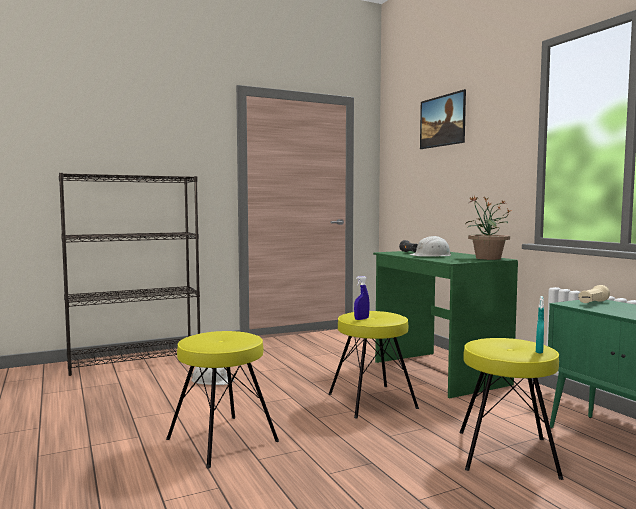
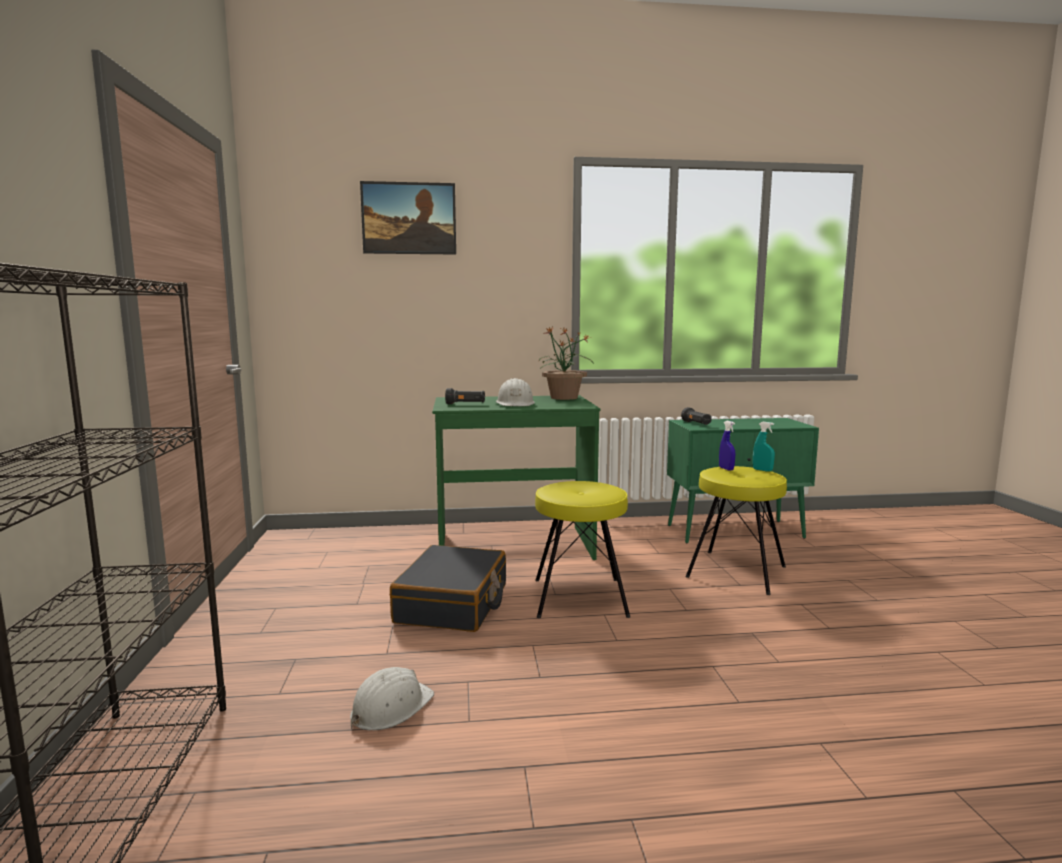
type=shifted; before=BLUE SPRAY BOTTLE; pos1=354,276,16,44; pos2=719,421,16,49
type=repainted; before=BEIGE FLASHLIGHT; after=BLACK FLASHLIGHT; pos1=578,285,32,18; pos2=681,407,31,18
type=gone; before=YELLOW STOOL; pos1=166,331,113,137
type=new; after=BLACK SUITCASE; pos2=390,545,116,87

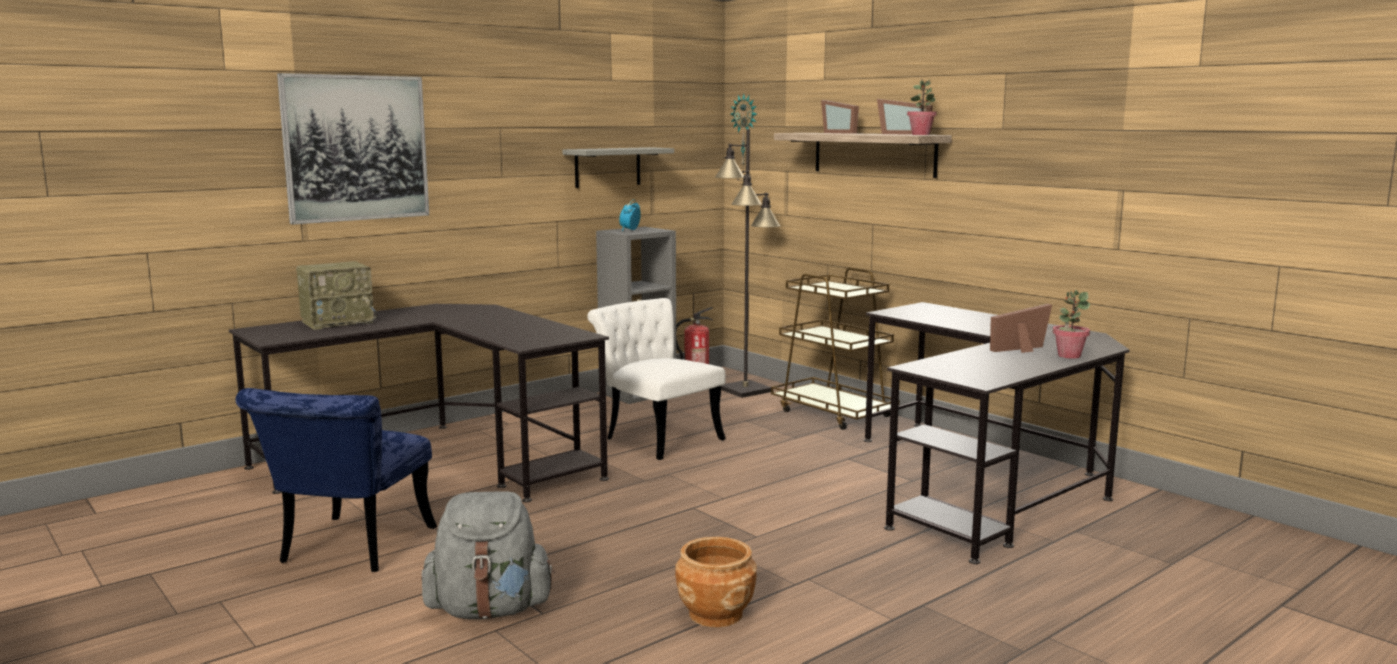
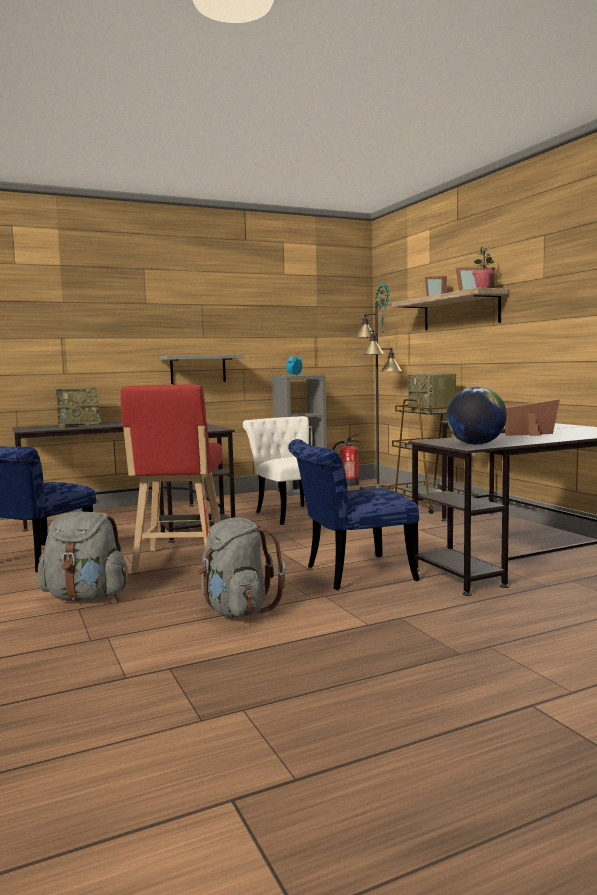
type=gone; before=PICTURE; pos1=277,73,152,152
type=shifted; before=GREY SHELF; pos1=562,147,112,41; pos2=160,355,84,29
type=gone; before=POTTED PLANT; pos1=1053,290,37,69
type=swapped; before=BROWN PLANTER; after=GREY BACKPACK; pos1=676,537,81,90; pos2=196,517,89,101
type=new; after=RADIO; pos2=408,373,48,39
type=new; after=RED STOOL; pos2=120,384,103,190
type=new; after=GLOBE; pos2=447,387,60,58
type=new; after=BLUE CHAIR; pos2=288,439,132,151

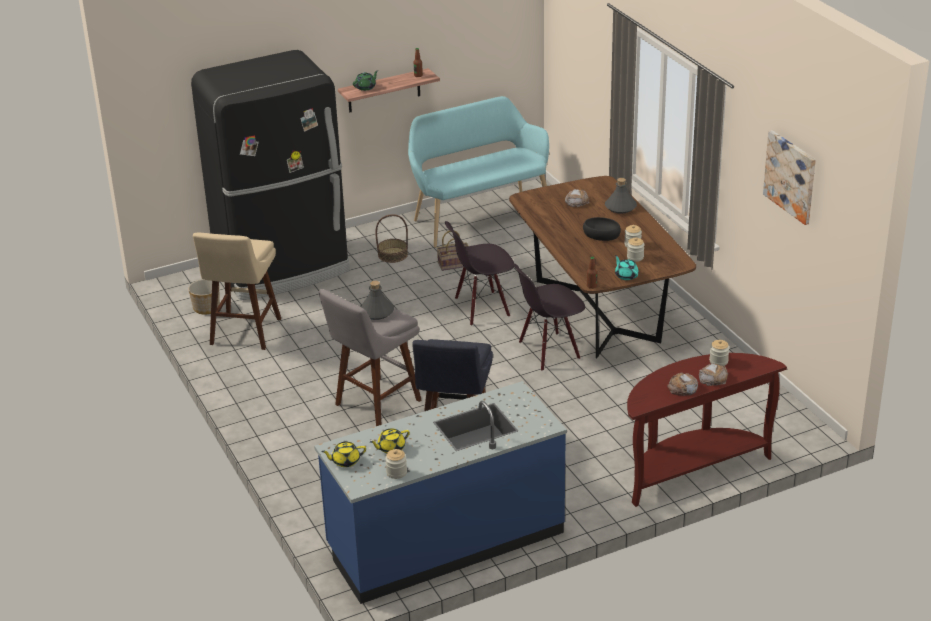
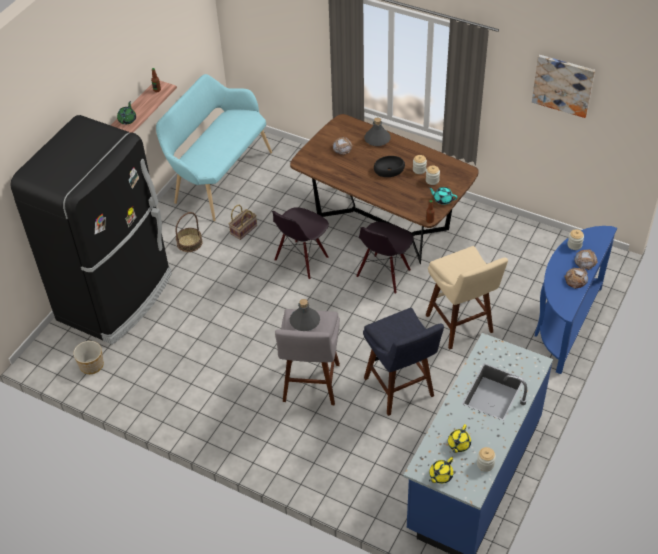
type=shifted; before=BEIGE STOOL; pos1=193,233,88,117; pos2=426,246,82,103
type=repainted; before=BROWN CONSOLE TABLE; after=BLUE CONSOLE TABLE; pos1=627,353,160,154; pos2=535,226,82,148

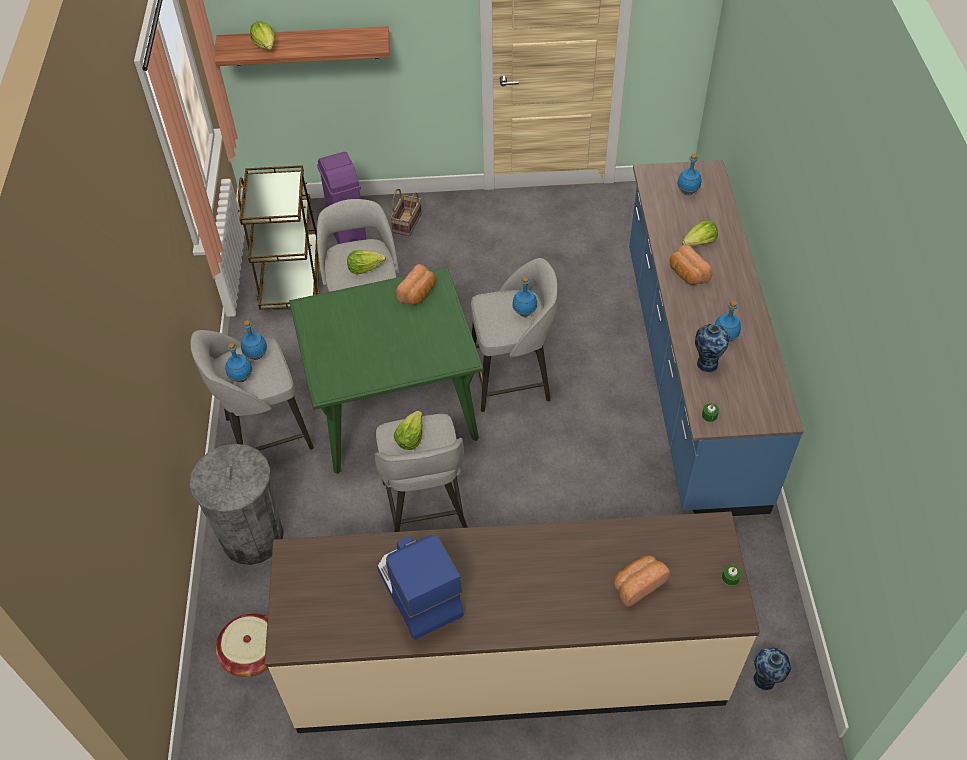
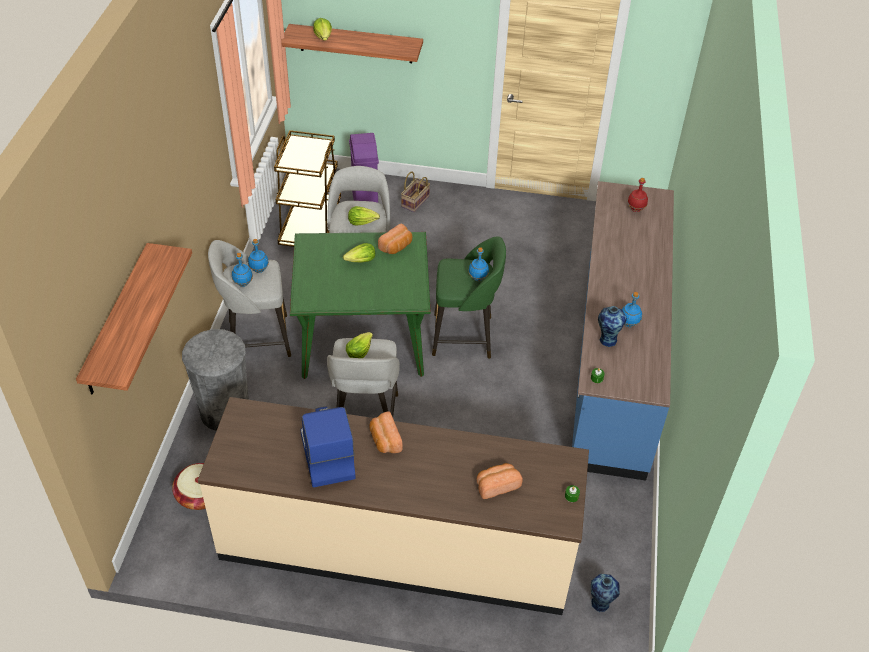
type=repainted; before=BLUE BOTTLE; after=RED BOTTLE; pos1=677,154,25,41; pos2=628,178,20,34
type=shifted; before=LETTUCE; pos1=682,220,36,26; pos2=343,243,32,20
type=shifted; before=BREAD; pos1=670,244,43,41; pos2=370,412,33,41
type=repainted; before=GREY STOOL; after=GREEN STOOL; pos1=471,258,87,154; pos2=432,236,74,123
type=new; after=SHELF; pos2=76,243,116,152

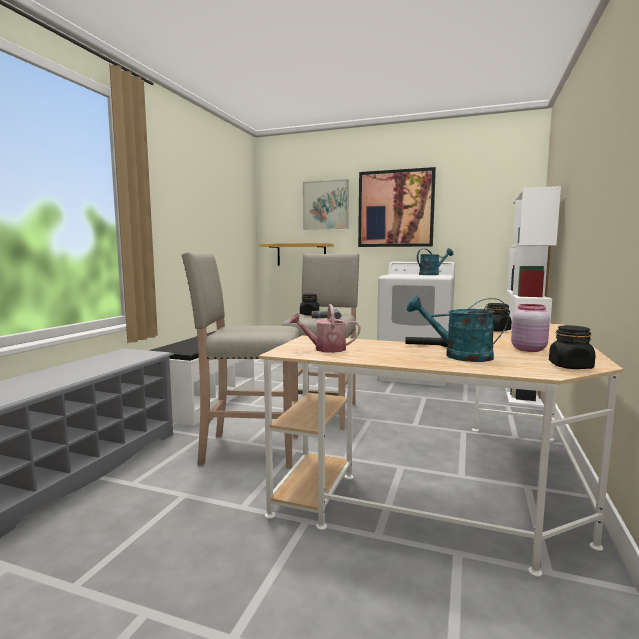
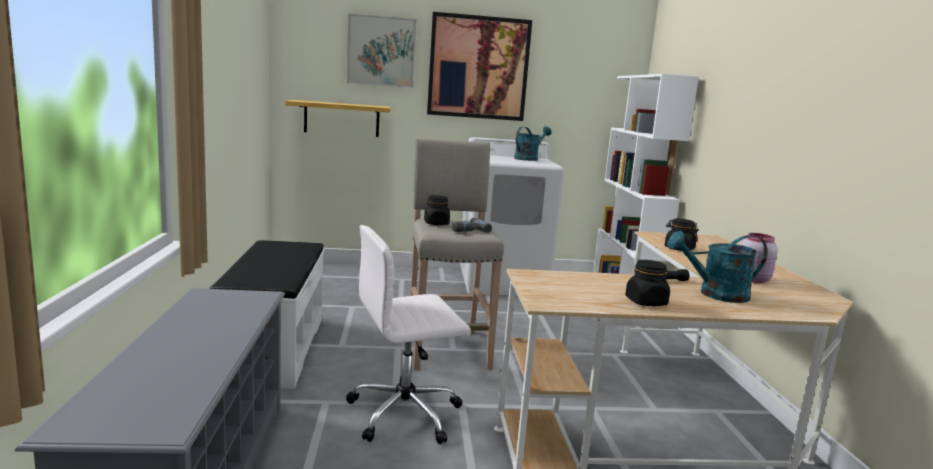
type=swapped; before=BEIGE STOOL; after=WHITE OFFICE CHAIR; pos1=182,252,117,216; pos2=346,225,125,219
type=gone; before=WATERING CAN; pos1=289,304,72,49
type=shifted; before=BLACK JAR; pos1=549,325,46,44; pos2=625,260,45,46

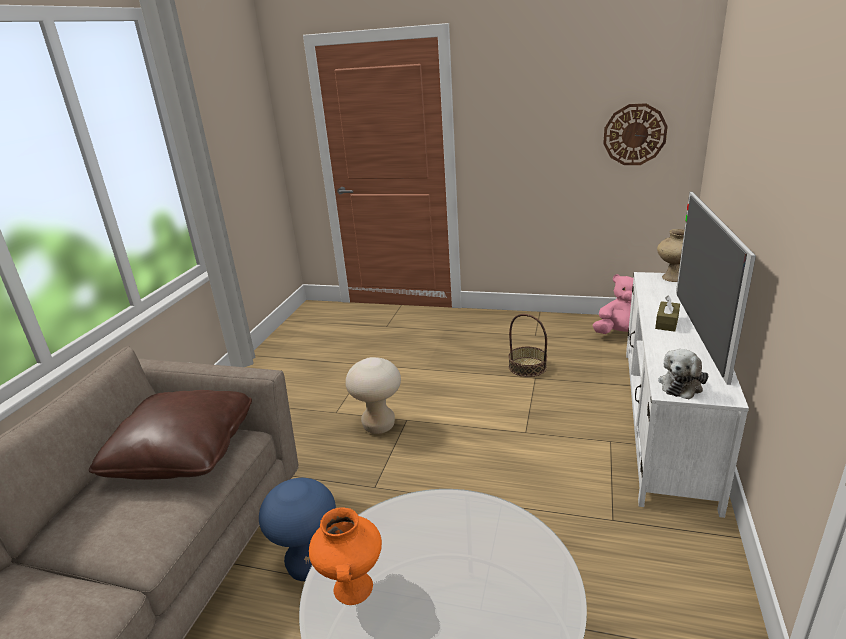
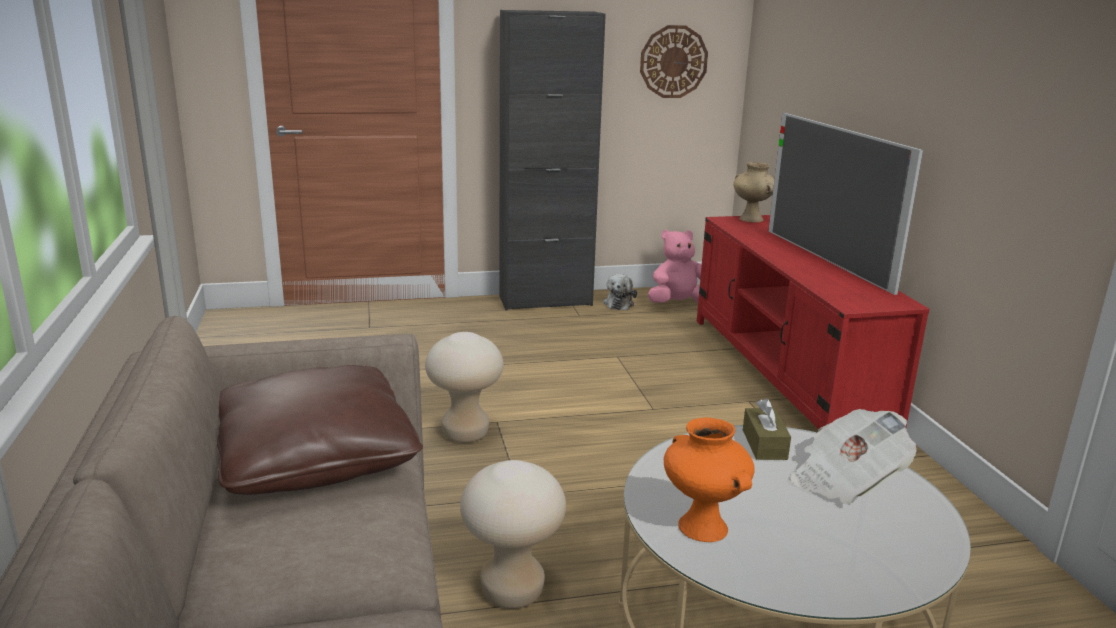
type=repainted; before=WHITE TV STAND; after=RED TV STAND; pos1=626,272,123,246; pos2=697,215,233,215
type=shifted; before=BROWN TISSUE BOX; pos1=655,295,25,37; pos2=743,398,48,62
type=gone; before=BASKET; pos1=509,314,38,63
type=shifted; before=PLUSH TOY; pos1=658,349,50,50; pos2=603,274,34,36
type=repainted; before=BLUE STOOL; after=BEIGE STOOL; pos1=259,478,77,103; pos2=460,460,106,149
type=new; after=BLACK CABINET; pos2=499,10,107,301
type=new; after=NEWSPAPER; pos2=790,409,126,95

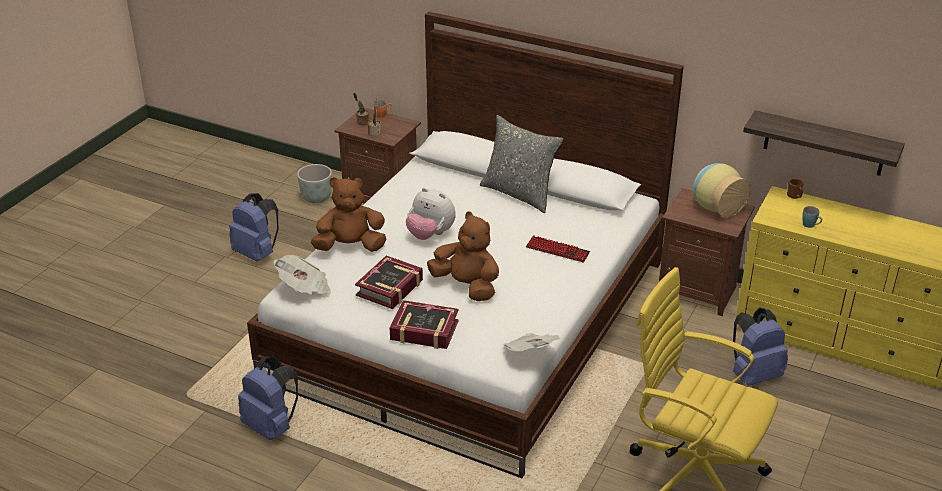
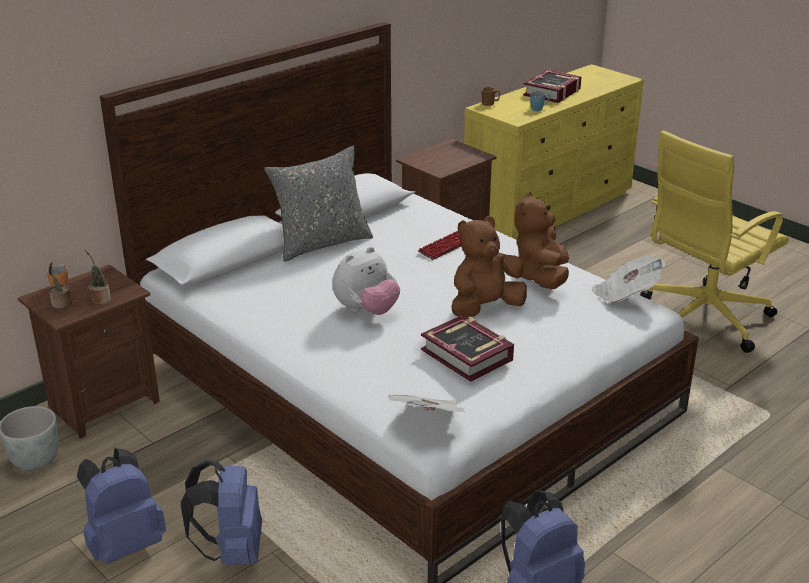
type=gone; before=SHELF; pos1=743,110,162,66
type=gone; before=VASE; pos1=693,163,58,54
type=shifted; before=BROWN PLUSH TOY; pos1=311,177,75,75; pos2=514,191,55,98
type=shifted; before=BOOK; pos1=390,300,69,49; pos2=523,70,59,33
type=shifted; before=BLUE BACKPACK; pos1=733,307,55,79; pos2=181,460,81,105

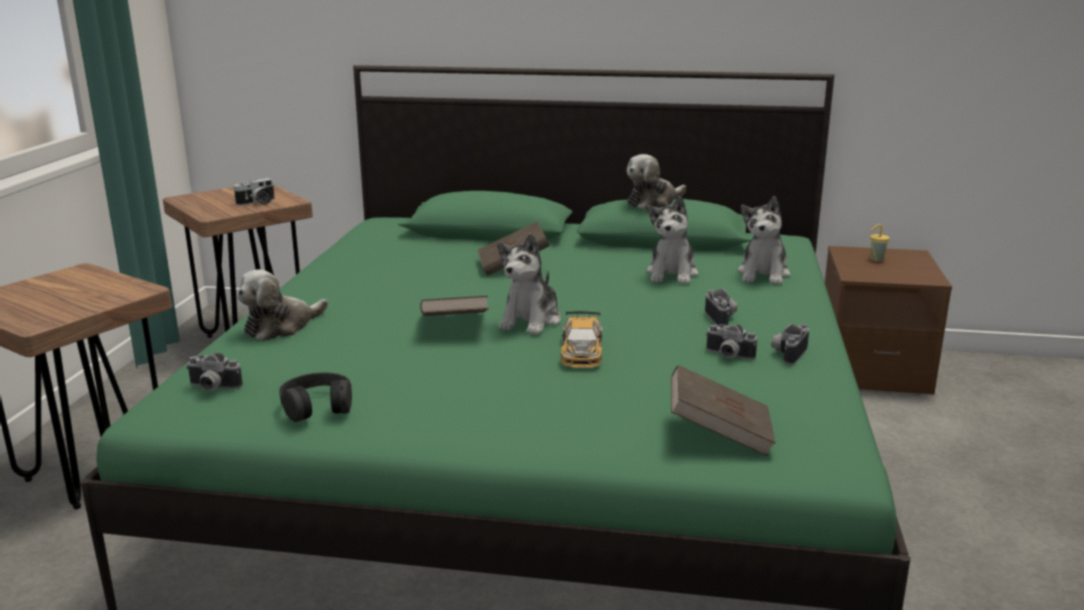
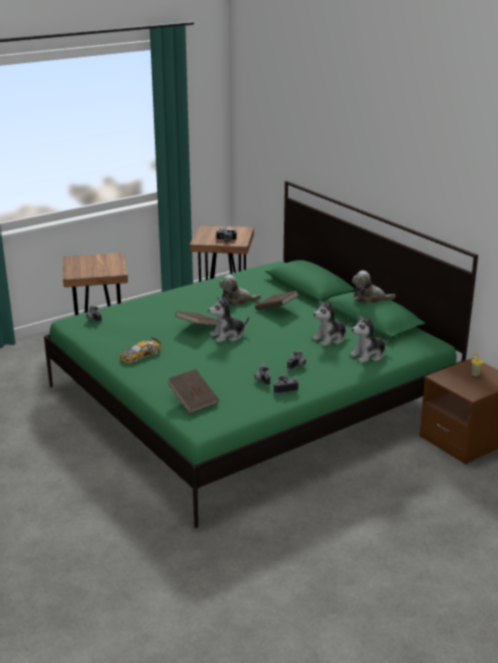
type=shifted; before=PLUSH TOY; pos1=237,269,91,72; pos2=219,275,42,31
type=shifted; before=TOY CAR; pos1=561,311,42,57; pos2=120,337,42,26
type=gone; before=BLACK HEADPHONES; pos1=279,372,73,50

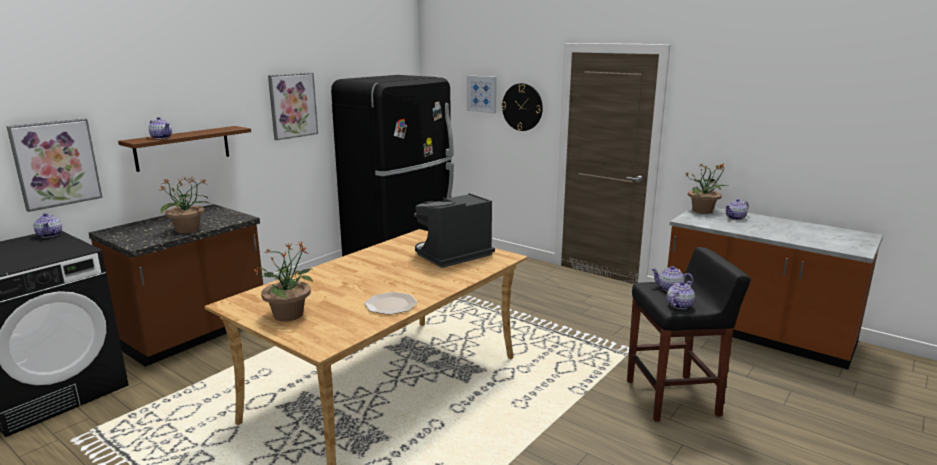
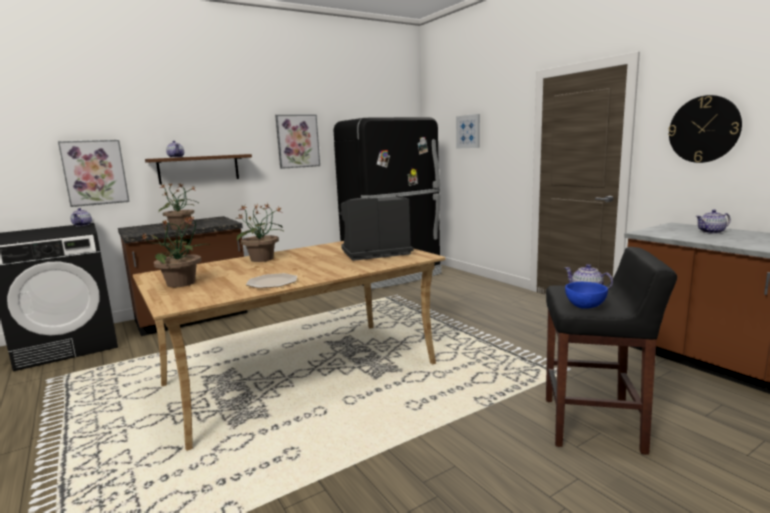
type=shifted; before=WALL CLOCK; pos1=502,83,41,48; pos2=668,95,74,68
type=shifted; before=POTTED PLANT; pos1=686,164,44,50; pos2=237,203,47,59
type=swapped; before=TEAPOT; after=BLUE BOWL; pos1=667,281,28,28; pos2=565,282,43,27

